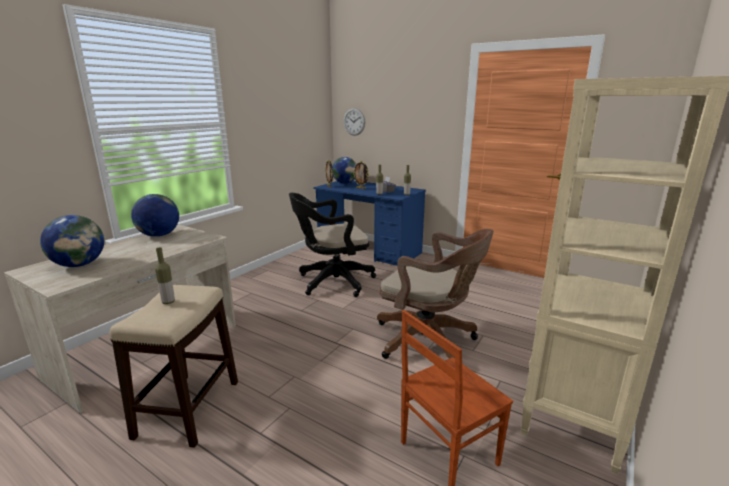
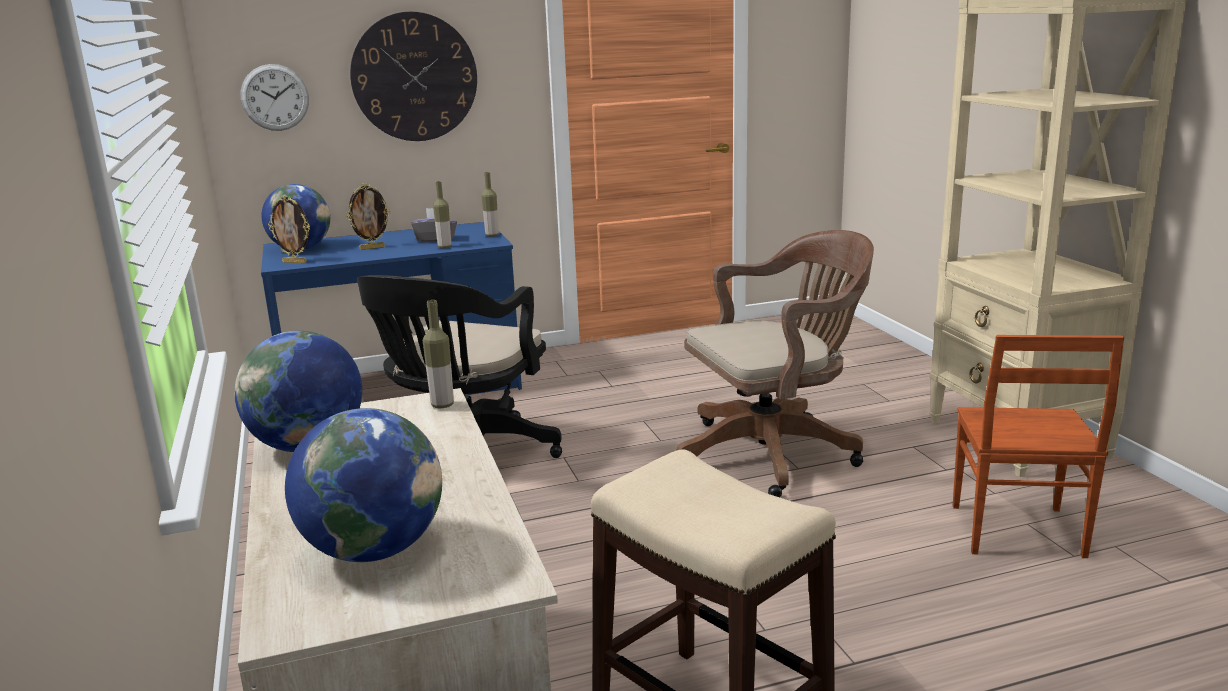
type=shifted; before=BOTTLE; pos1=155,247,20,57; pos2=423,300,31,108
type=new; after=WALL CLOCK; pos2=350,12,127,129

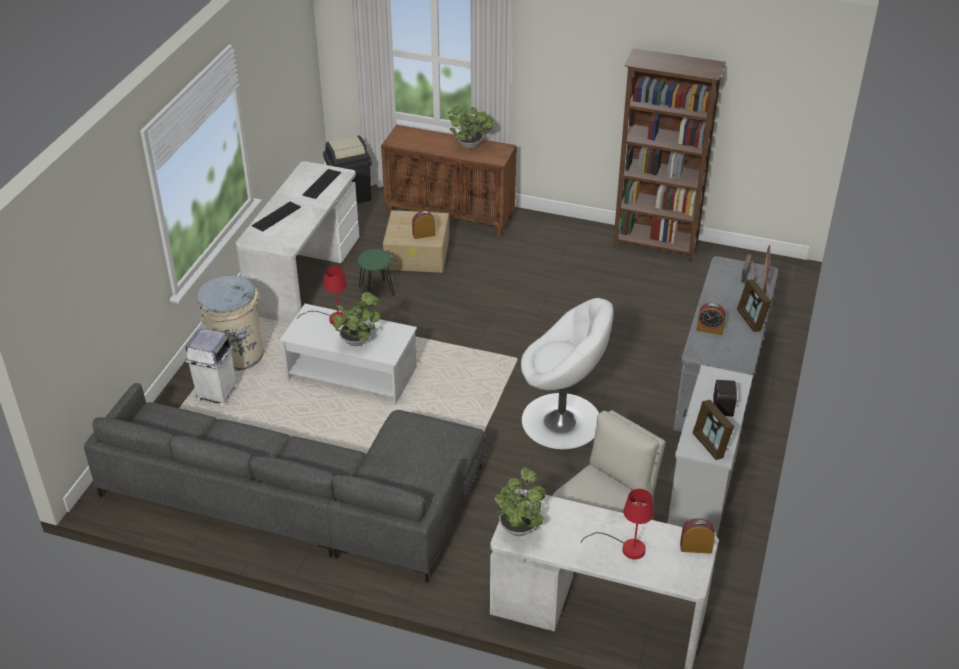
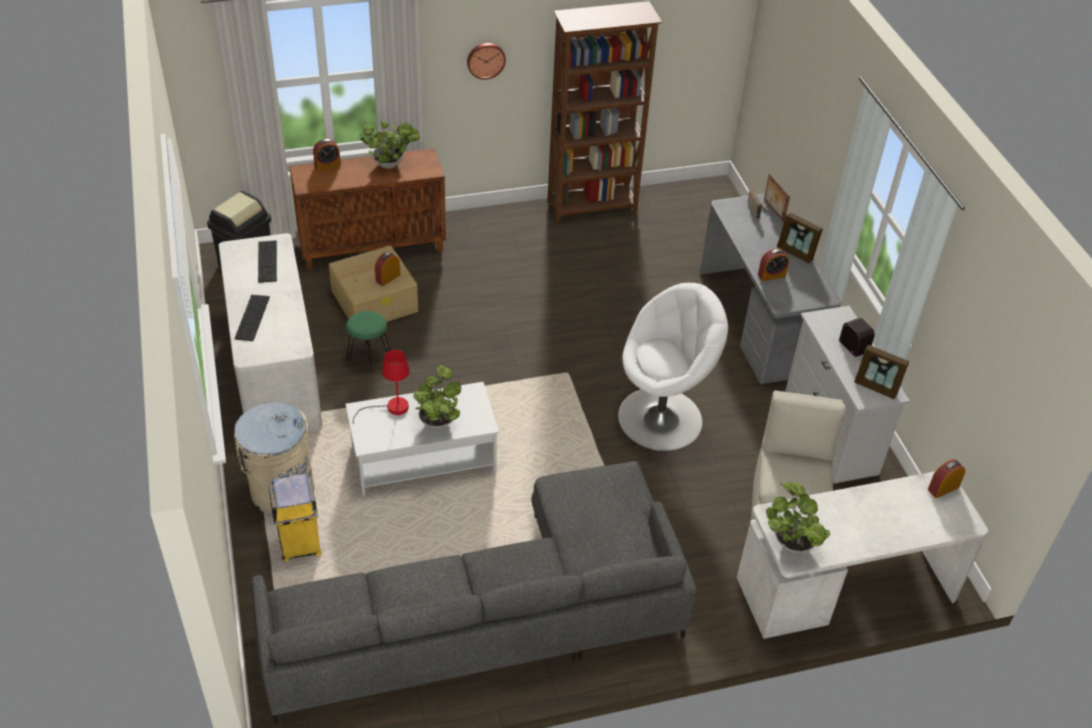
type=repainted; before=WHITE TRASH CAN; after=YELLOW TRASH CAN; pos1=186,328,52,78; pos2=268,474,54,88
type=gone; before=RED TABLE LAMP; pos1=581,489,73,70
type=new; after=WALL CLOCK; pos2=467,43,39,37
type=new; after=ALARM CLOCK; pos2=313,139,28,32

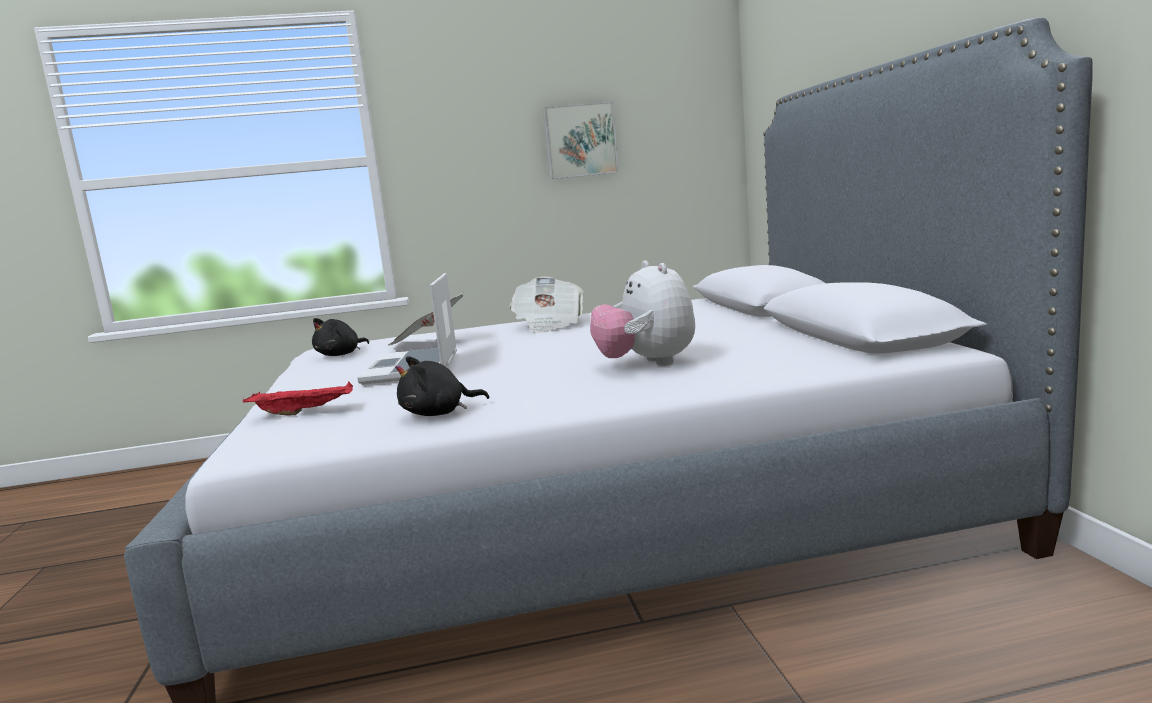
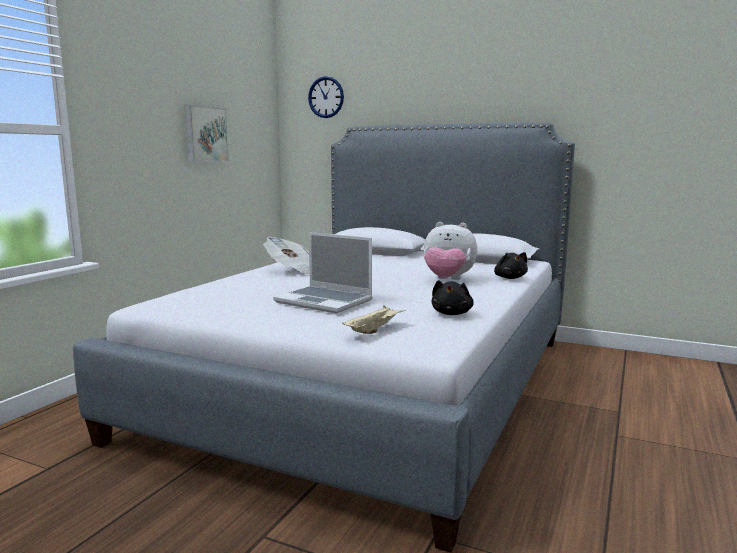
type=gone; before=NEWSPAPER; pos1=388,293,76,53
type=shifted; before=BLACK PLUSH TOY; pos1=312,318,57,38; pos2=494,252,34,27
type=repainted; before=RED TRAY; after=BEIGE TRAY; pos1=243,382,110,33; pos2=342,305,63,29
type=new; after=WALL CLOCK; pos2=308,76,36,42

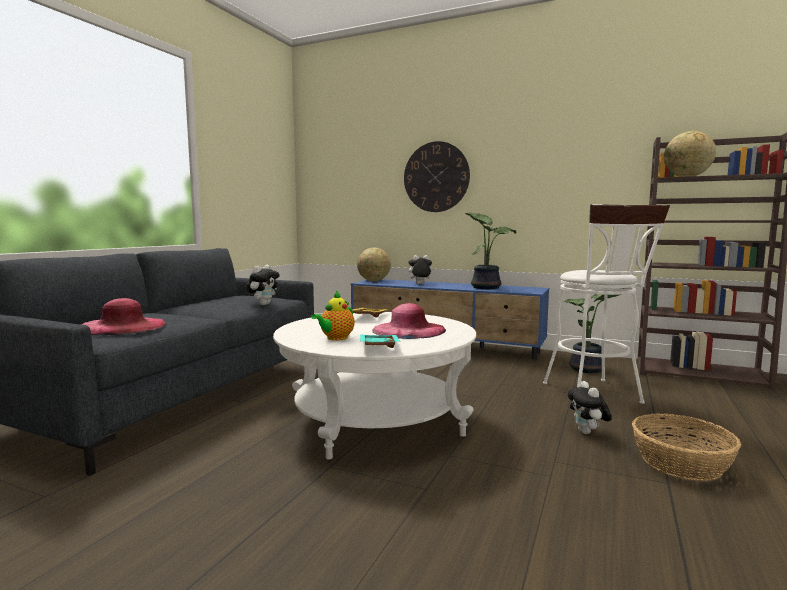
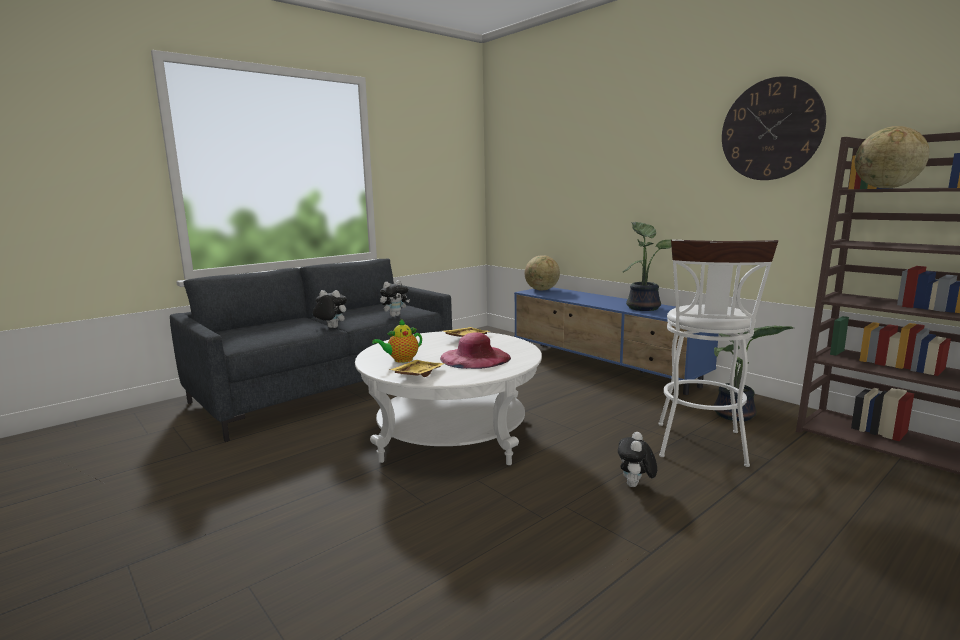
type=shifted; before=WALL CLOCK; pos1=404,141,66,71; pos2=722,76,104,104
type=shifted; before=PLUSH TOY; pos1=406,255,26,29; pos2=313,290,34,38
type=gone; before=PINK HAT; pos1=80,298,86,37
type=repainted; before=TURQUOISE TRAY; after=YELLOW TRAY; pos1=360,335,41,13; pos2=389,360,56,17
type=gone; before=BASKET; pos1=632,413,109,68

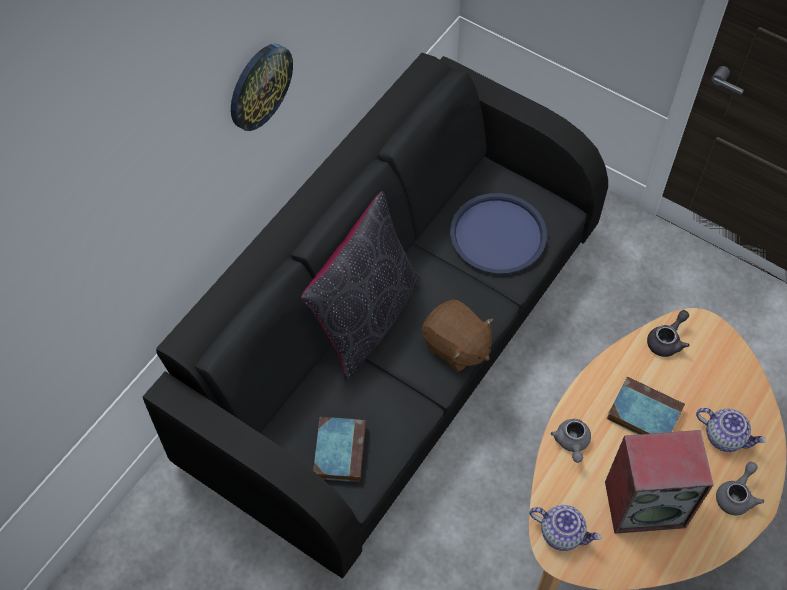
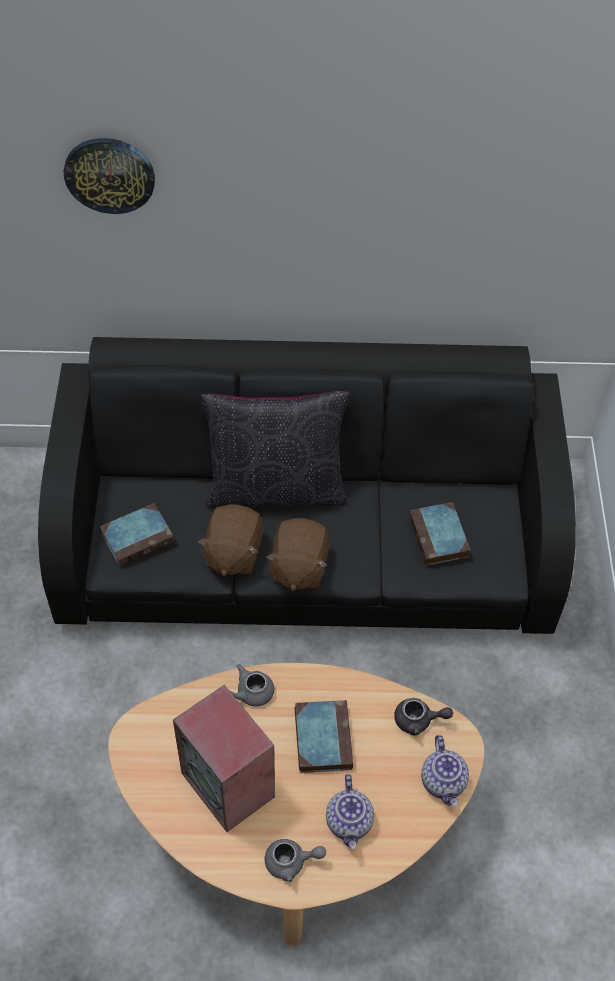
type=shifted; before=WALL CLOCK; pos1=231,44,62,87; pos2=64,138,91,76
type=swapped; before=BLUE TRAY; after=BOOK; pos1=450,193,97,81; pos2=409,502,61,64
type=shifted; before=TEAPOT; pos1=530,505,72,46; pos2=421,735,48,71
type=new; after=BROWN PLUSH TOY; pos2=197,504,66,72

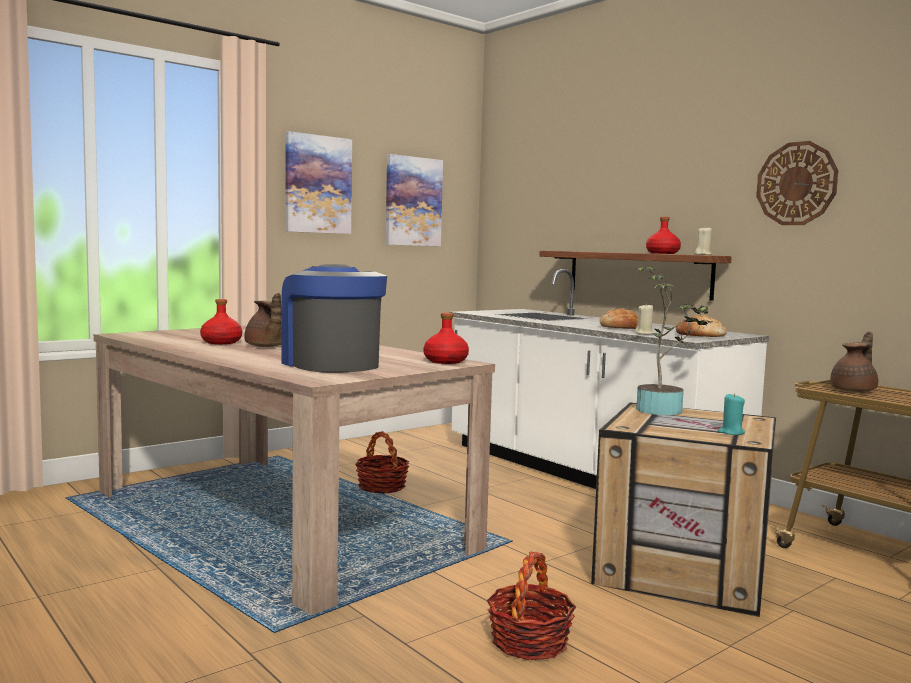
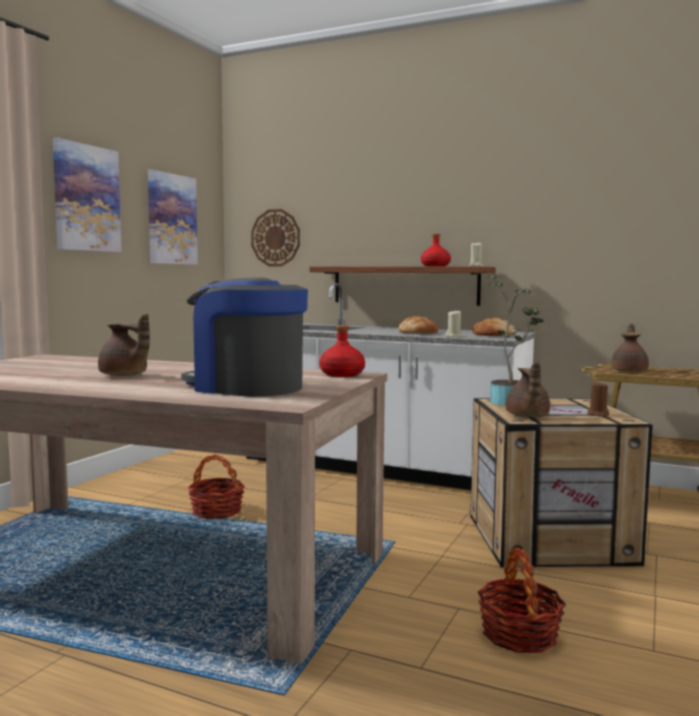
type=shifted; before=WALL CLOCK; pos1=756,141,82,84; pos2=251,209,49,57
type=gone; before=RED BOTTLE; pos1=200,299,42,45
type=repainted; before=TURQUOISE CANDLE; after=BROWN CANDLE; pos1=718,393,27,42; pos2=587,380,22,36
type=new; after=BROWN TEAPOT; pos2=506,362,44,56

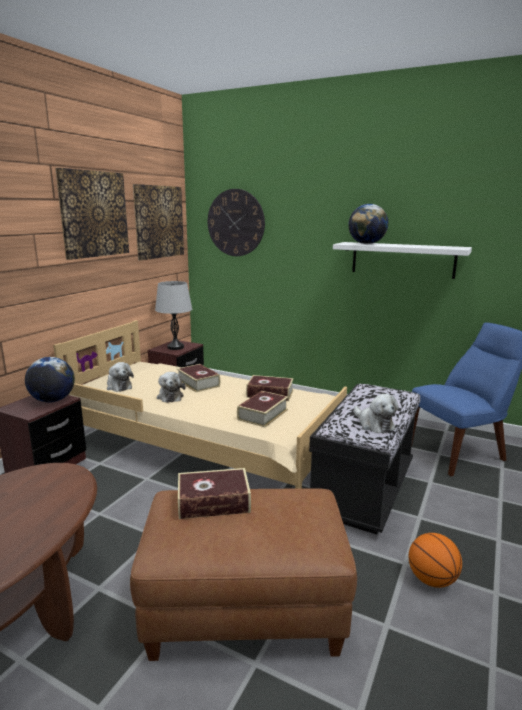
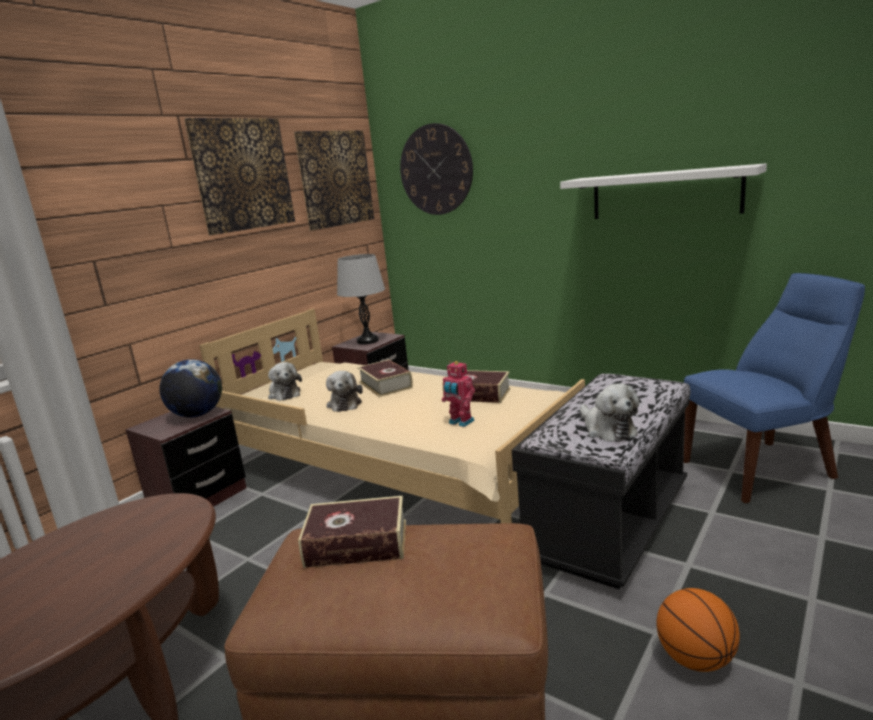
type=gone; before=GLOBE; pos1=348,204,40,40
type=swapped; before=BOOK; after=TOY ROBOT; pos1=237,391,51,37; pos2=442,361,33,66

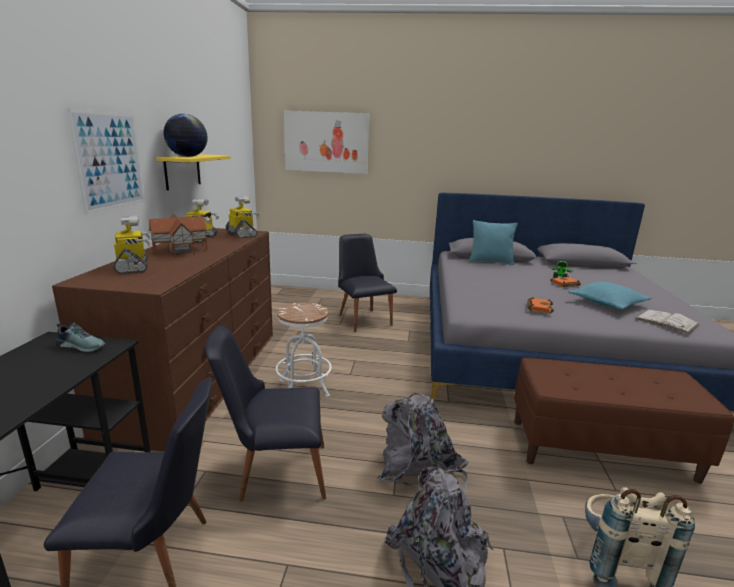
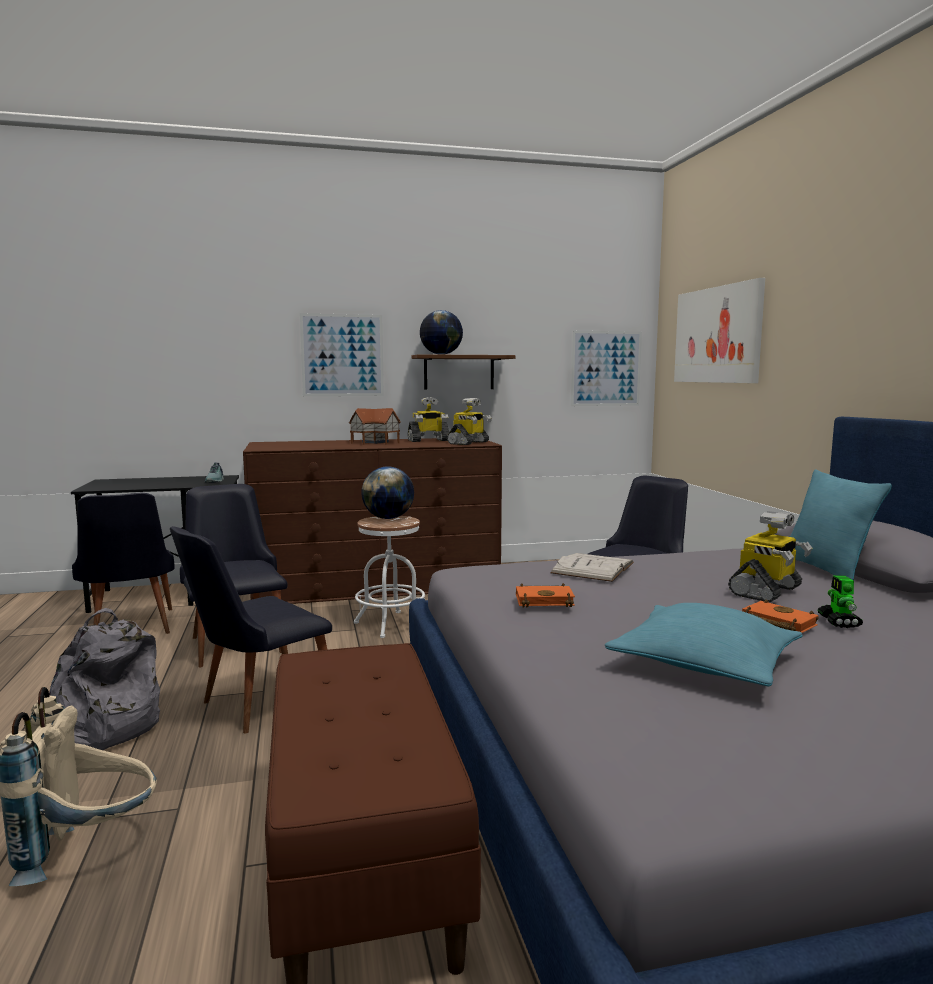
type=repainted; before=YELLOW SHELF; after=BROWN SHELF; pos1=156,154,74,37; pos2=411,354,104,36
type=shifted; before=TOY ROBOT; pos1=113,216,38,58; pos2=728,511,84,91
type=shifted; before=WHITE BOOK; pos1=635,310,64,24; pos2=550,553,84,29
type=swapped; before=GREY BACKPACK; after=BLACK CHAIR; pos1=378,392,90,101; pos2=170,526,162,208
type=new; after=PICTURE; pos2=571,331,71,75
type=new; after=GLOBE; pos2=361,466,53,53

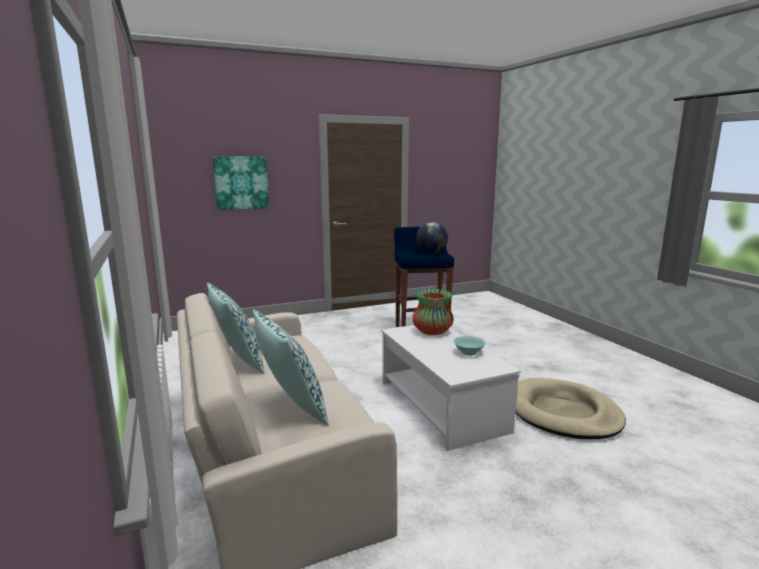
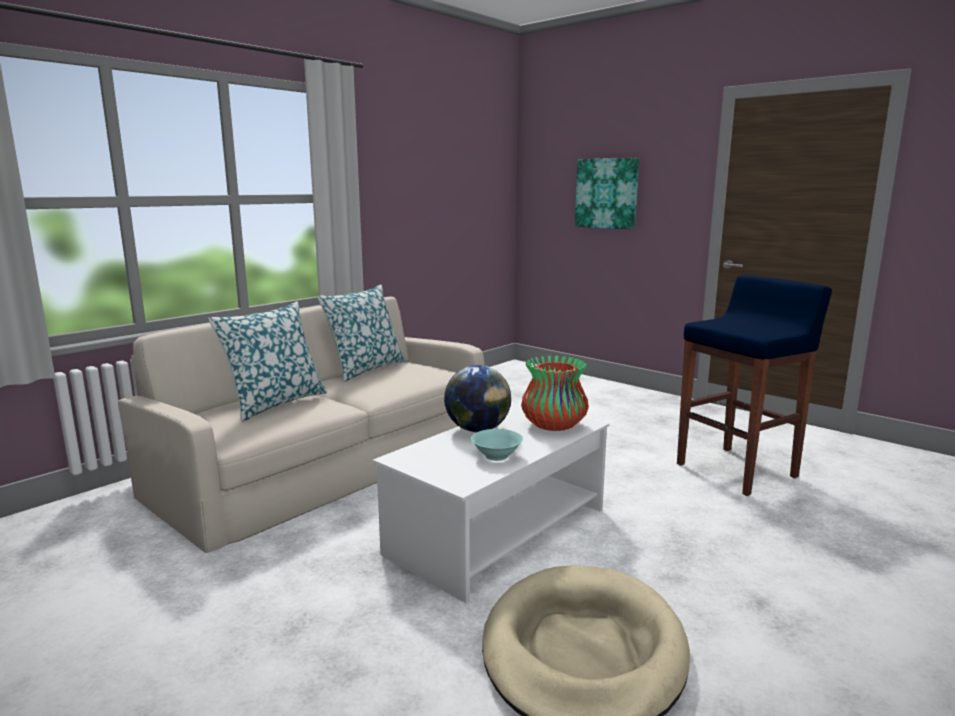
type=shifted; before=GLOBE; pos1=416,222,32,32; pos2=444,365,67,67

